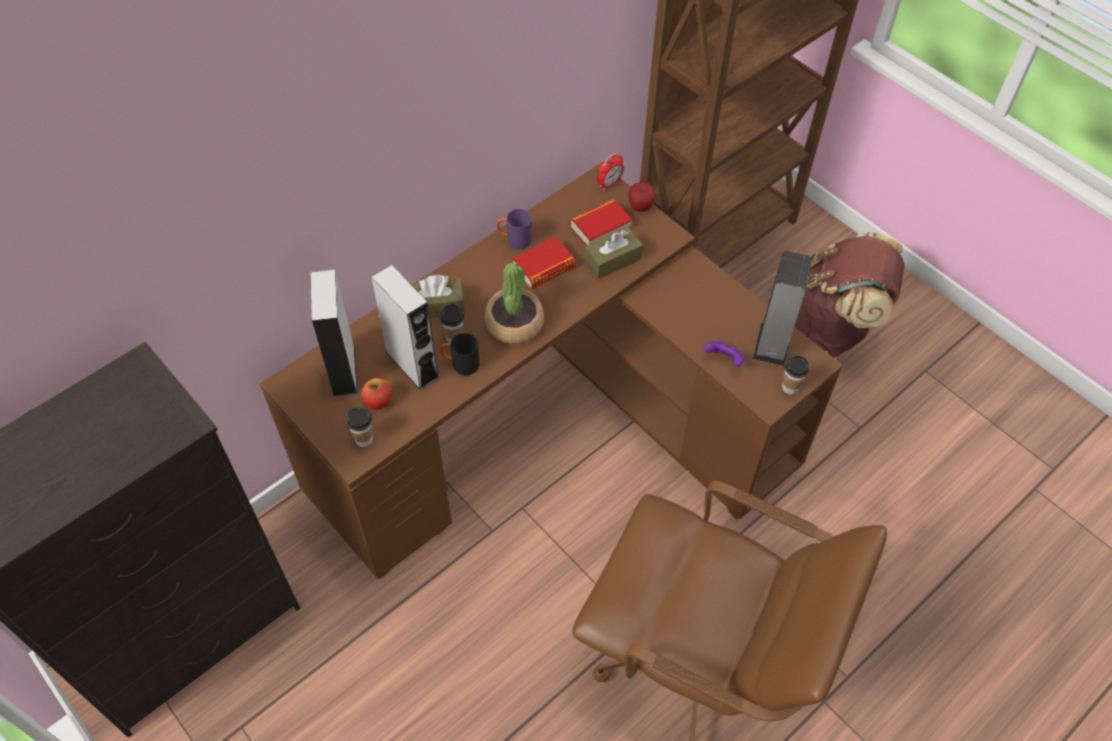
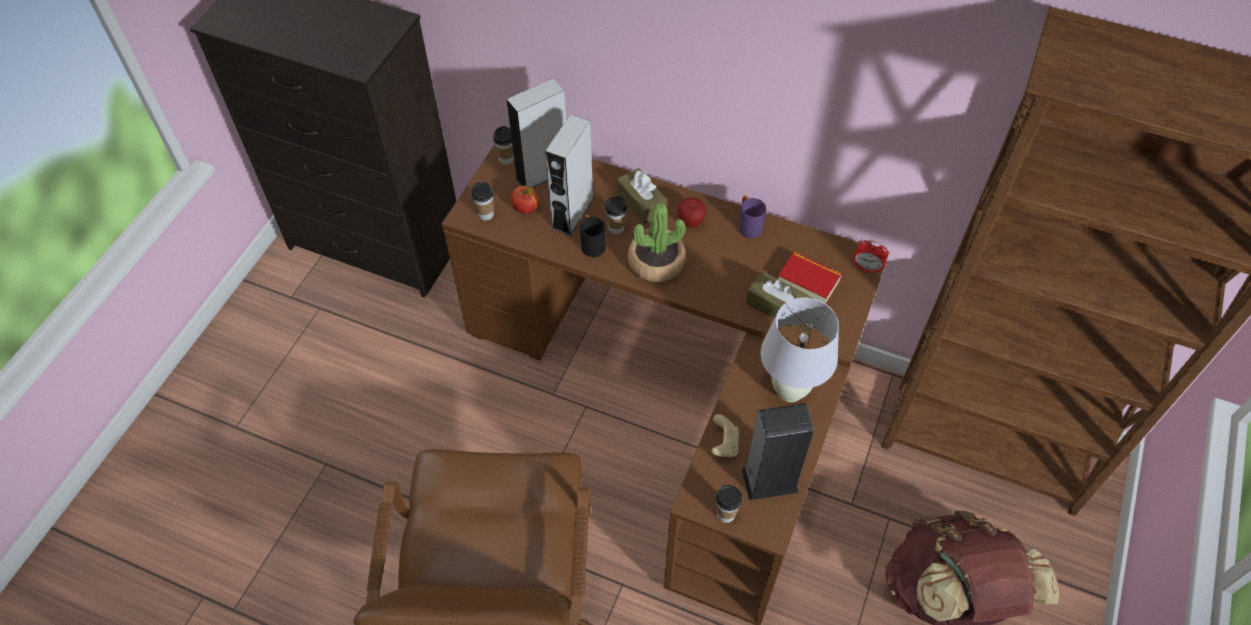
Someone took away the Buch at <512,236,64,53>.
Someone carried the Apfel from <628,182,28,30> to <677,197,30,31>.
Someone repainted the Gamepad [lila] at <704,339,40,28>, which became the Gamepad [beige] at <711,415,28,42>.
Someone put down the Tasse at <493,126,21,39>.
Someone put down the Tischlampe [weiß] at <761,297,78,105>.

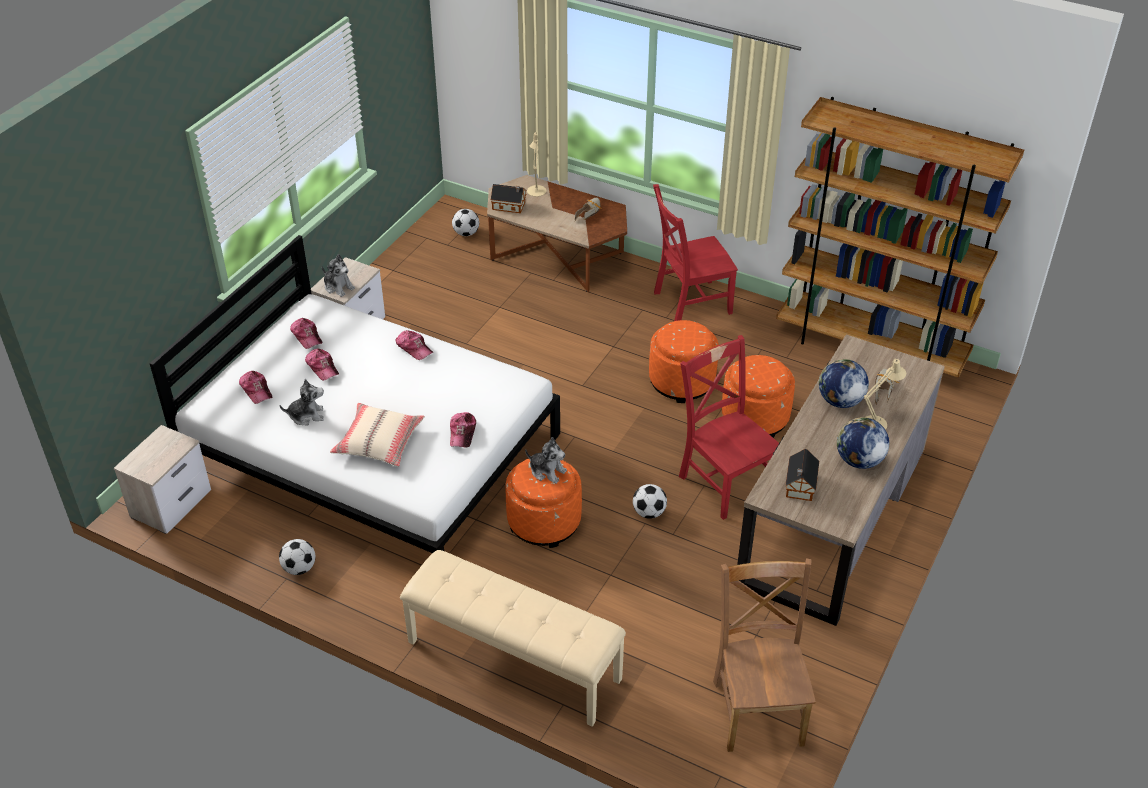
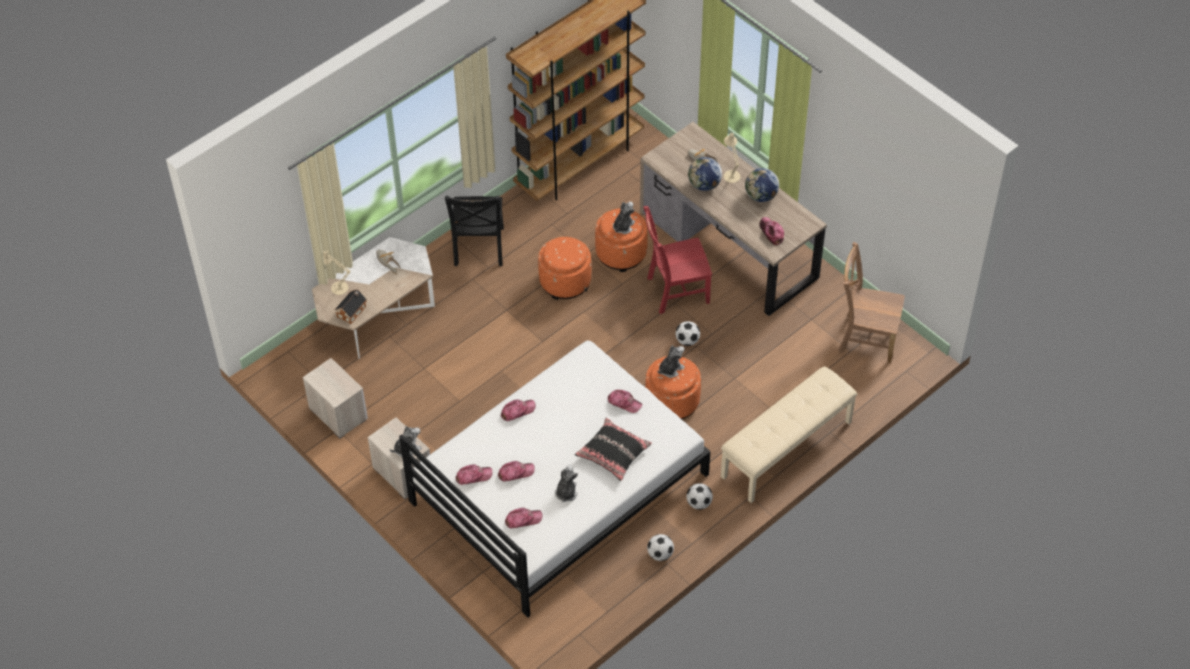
Someone carried the Nachttisch from <114,425,97,109> to <303,358,65,80>.
Someone repainted the Kissen [beige] at <330,403,95,64>, which became the Kissen [schwarz] at <575,418,77,63>.
Someone carried the Fußball from <452,209,27,27> to <686,483,27,27>.
Someone repainted the Couchtisch [braun] at <487,175,140,117>, which became the Couchtisch [weiß] at <312,237,123,122>.
Someone repainted the Stuhl [rot] at <653,184,85,137>, which became the Stuhl [schwarz] at <445,196,59,70>.
Someone swapped the Spielzeughaus at <785,449,34,52> for the Kappe at <760,217,24,28>.
Someone put down the Plüschtier at <613,202,22,32>.

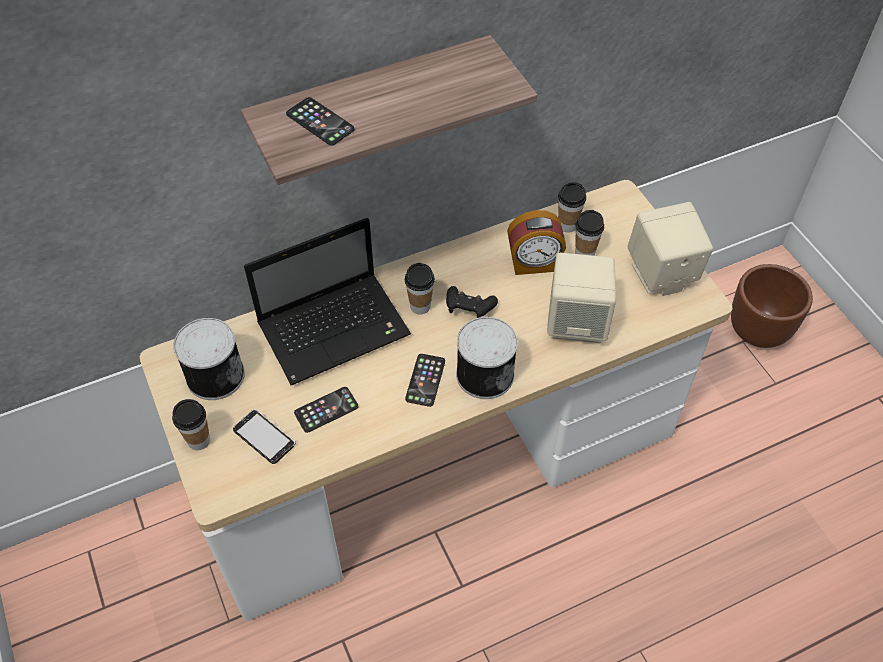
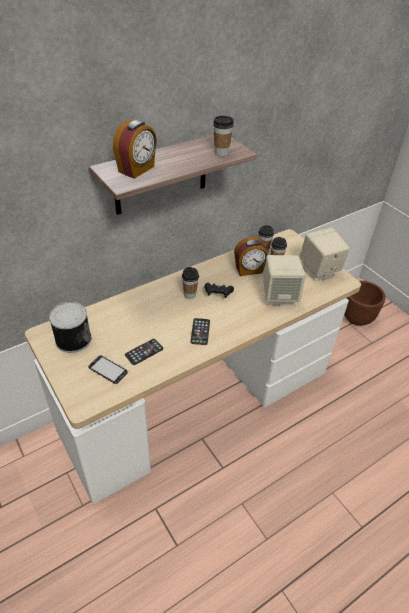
Someone carried the Tasse from <172,399,38,51> to <213,116,21,40>.
Someone took away the Laptop at <244,218,167,167>.
Someone swapped the Handy at <286,97,69,49> for the Wecker at <113,120,44,59>.
Someone took away the Dose at <456,317,62,82>.

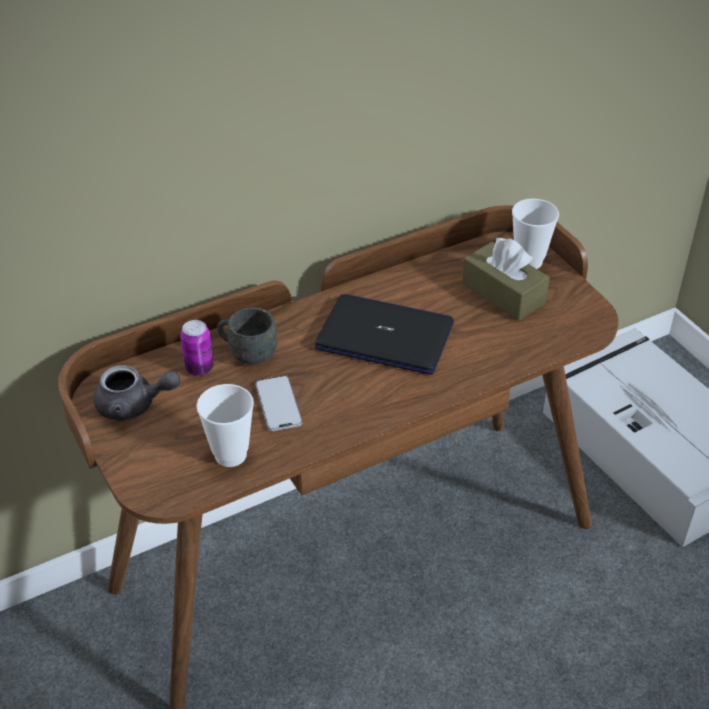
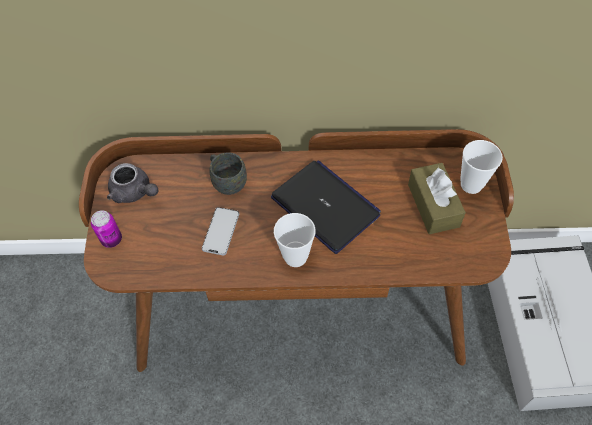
Someone carried the Dose from <180,320,33,56> to <91,210,31,38>.
Someone carried the Tasse from <196,384,58,83> to <274,213,42,54>.

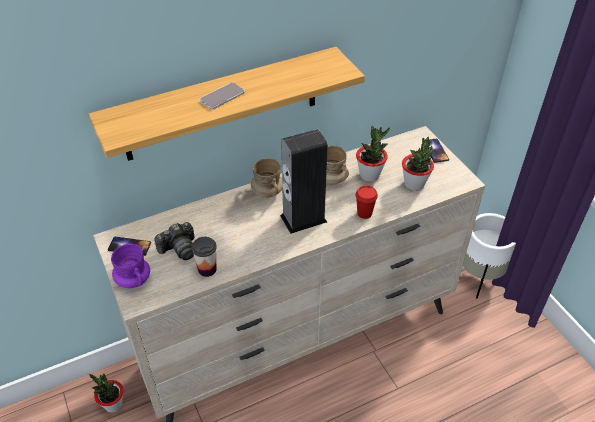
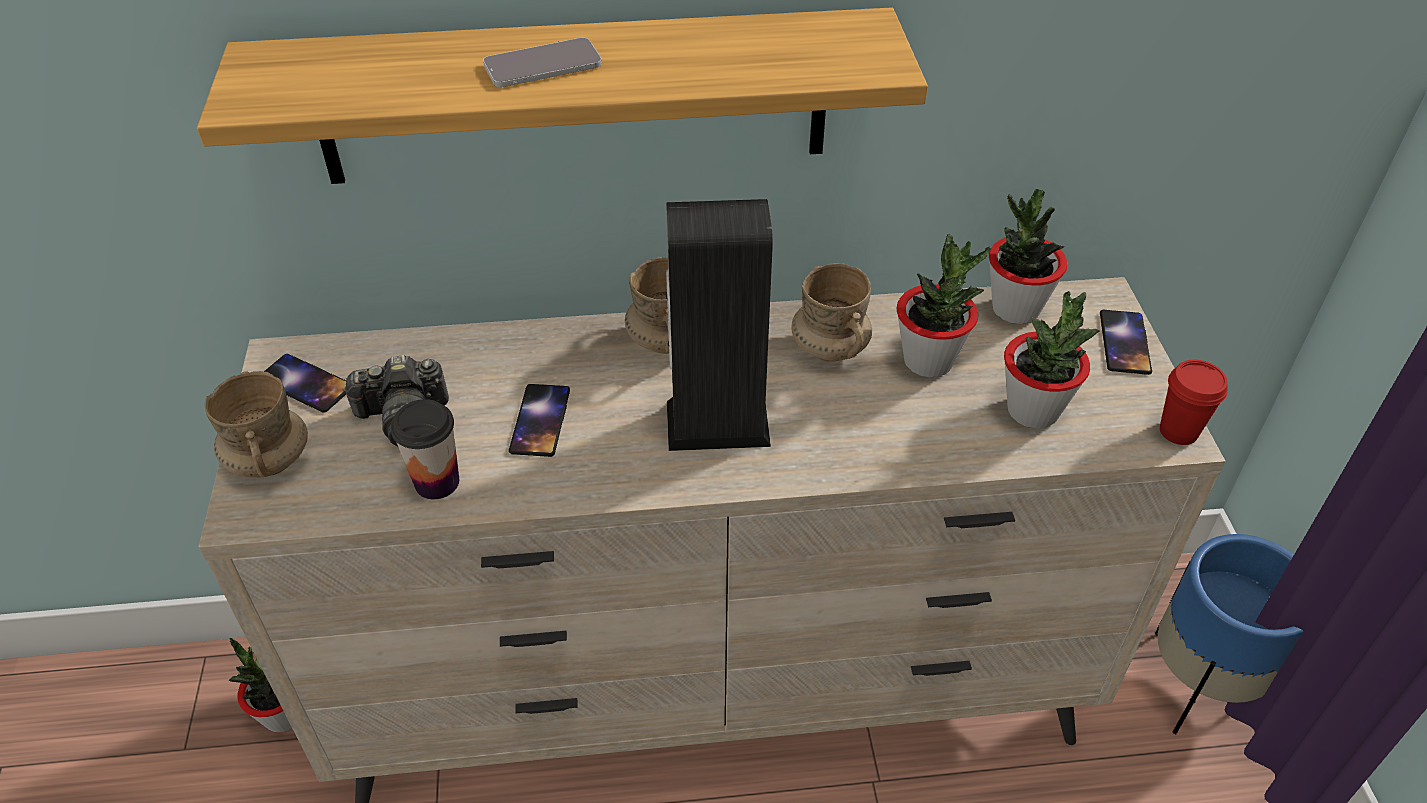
Someone repainted the Henkelbecher [lila] at <111,243,39,45>, which became the Henkelbecher [beige] at <204,371,104,107>.
Someone carried the Tasse [rot] from <356,185,22,34> to <1160,360,68,85>.
Someone repainted the Pflanzkübel [weiß] at <463,213,53,85>, which became the Pflanzkübel [blau] at <1155,534,149,200>.
Someone put down the Handy at <509,384,61,73>.
Someone put down the Topfpflanze at <989,188,78,136>.

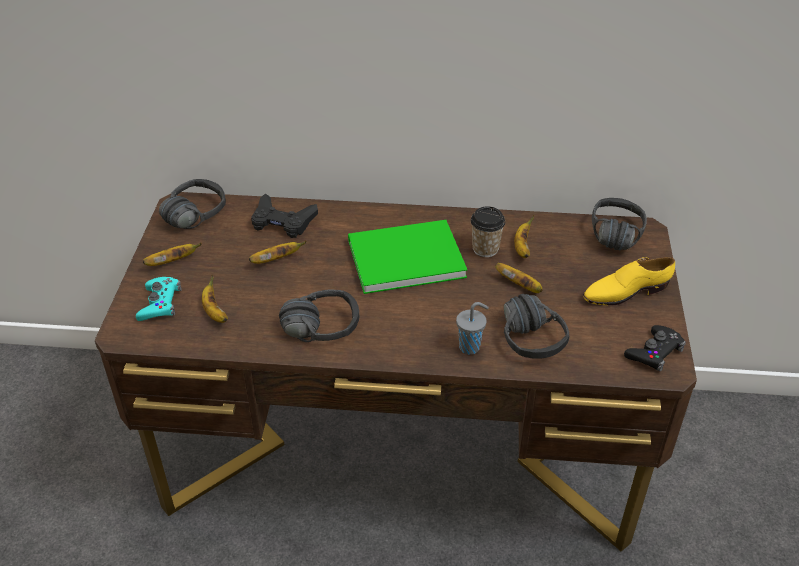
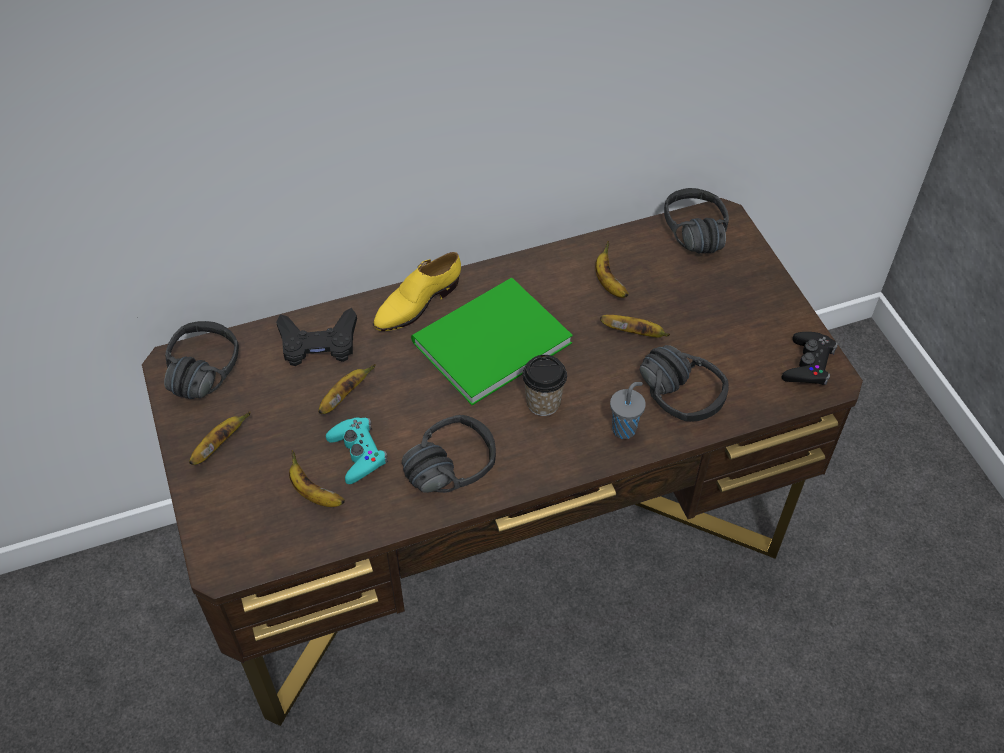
Someone carried the Gamepad [türkis] from <136,277,46,44> to <326,418,62,66>.
Someone carried the Tasse from <471,206,34,51> to <522,355,45,61>.
Someone carried the Schuh [gelb] from <583,257,92,48> to <373,252,88,79>.

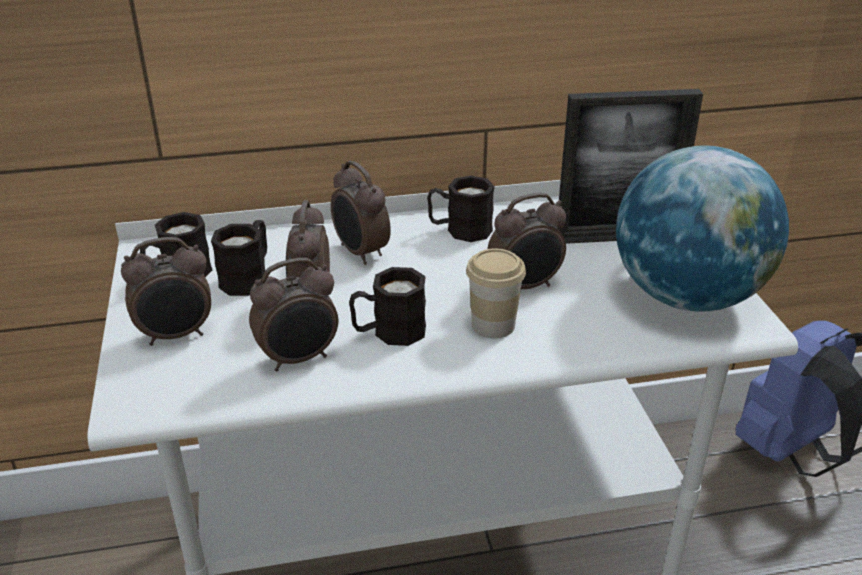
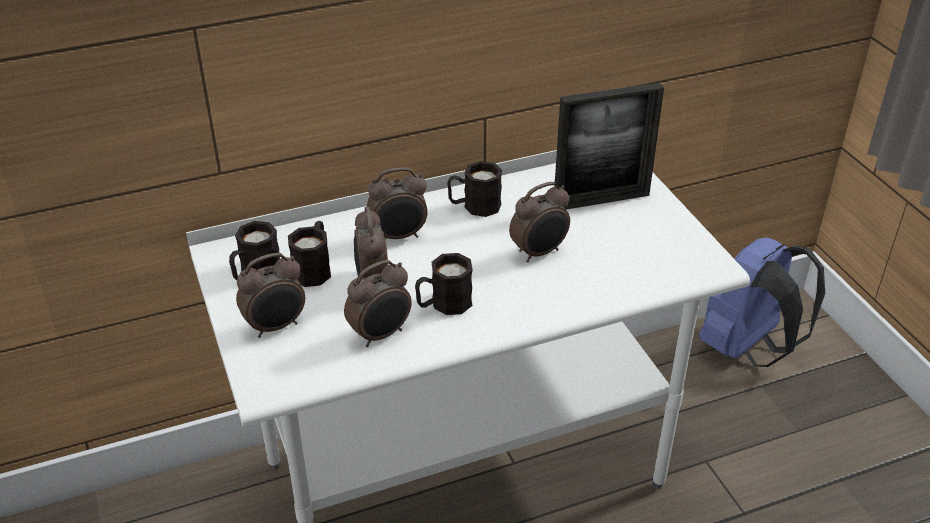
Someone rotated the Wecker at <331,161,60,104> by 60 degrees counterclockwise.
Someone took away the Tasse at <466,248,60,90>.
Someone took away the Globus at <616,145,173,167>.

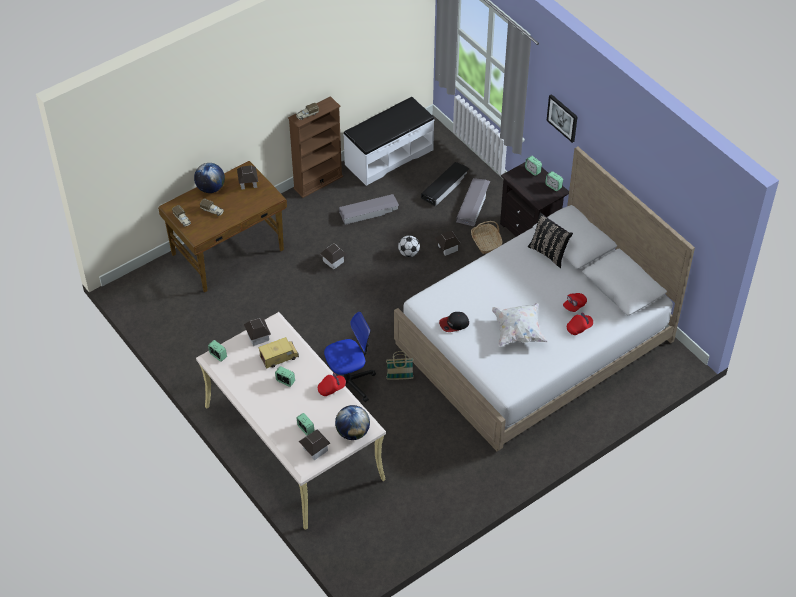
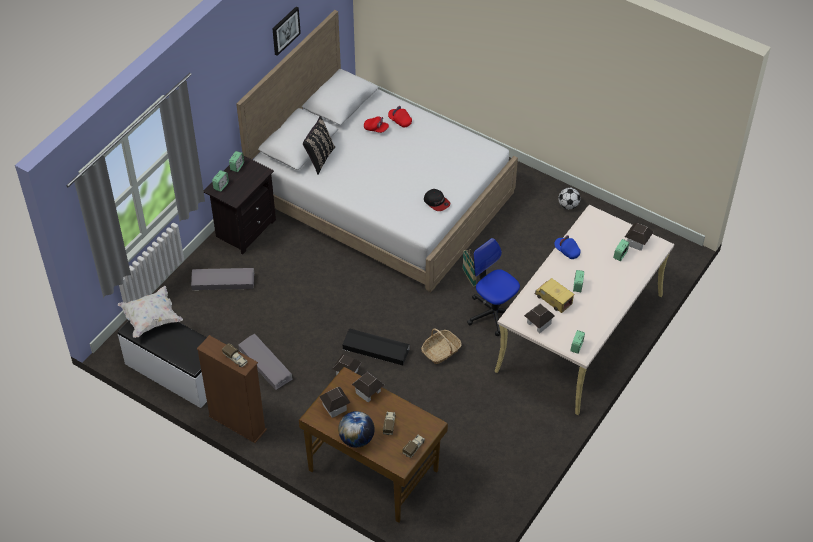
Someone repainted the Kappe [rot] at <318,373,28,23>, which became the Kappe [blau] at <554,235,27,24>.
Someone took away the Globus at <335,405,35,35>.
Someone carried the Fußball from <398,235,22,22> to <558,187,22,22>.
Someone carried the Aufbewahrungsbox [schwarz] from <421,162,48,45> to <343,328,67,37>.
Someone carried the Spielzeughaus from <435,231,26,25> to <352,372,32,30>.
Someone carried the Korb from <471,221,31,33> to <421,328,41,36>.
Someone carried the Kissen [weiß] from <492,303,56,44> to <118,286,65,52>.
Someone carried the Bild from <546,94,32,49> to <272,7,29,49>.

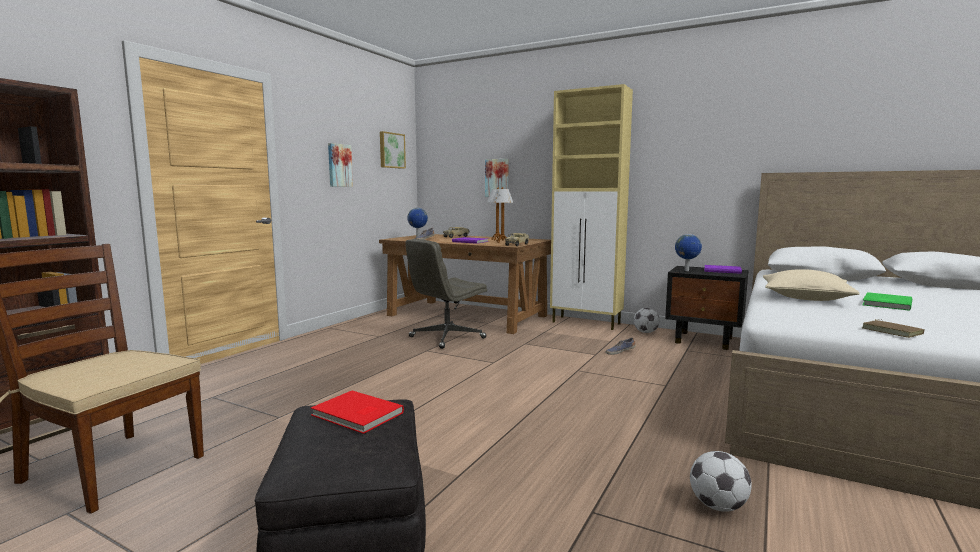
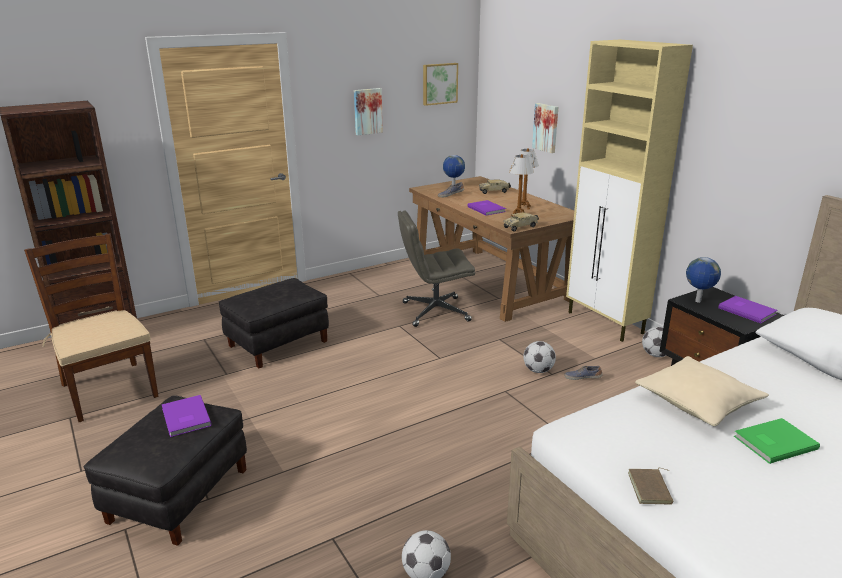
Someone repainted the Buch [rot] at <311,391,93,43>, which became the Buch [lila] at <162,395,50,42>.
Someone put down the Polsterhocker [schwarz] at <219,278,110,90>.
Someone put down the Fußball at <523,341,33,32>.

